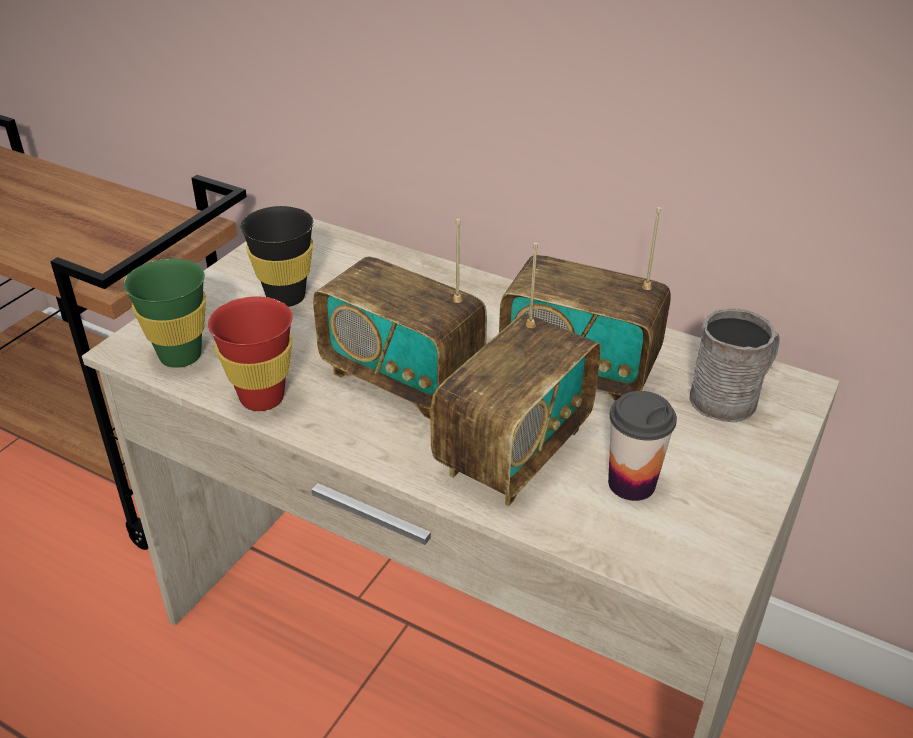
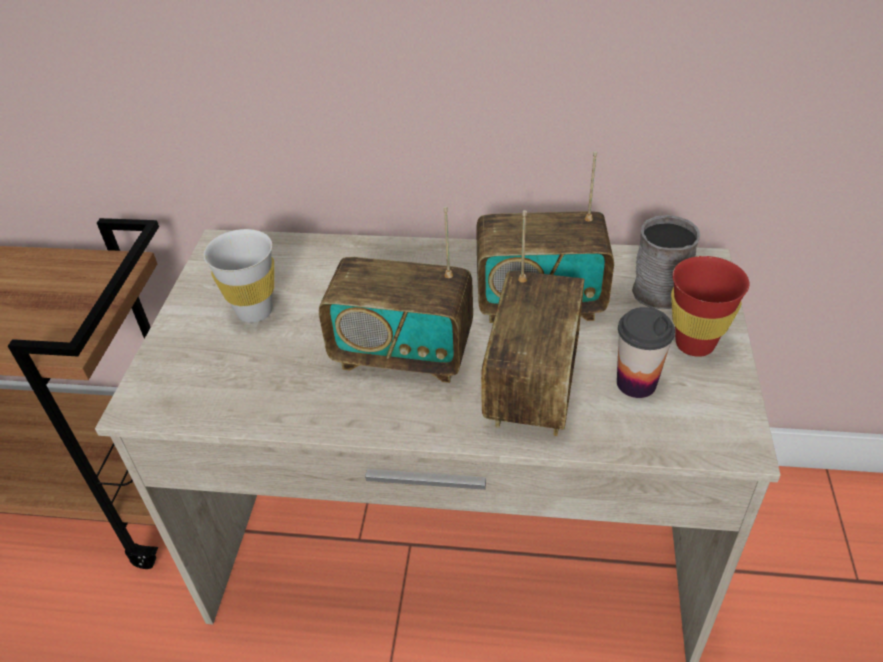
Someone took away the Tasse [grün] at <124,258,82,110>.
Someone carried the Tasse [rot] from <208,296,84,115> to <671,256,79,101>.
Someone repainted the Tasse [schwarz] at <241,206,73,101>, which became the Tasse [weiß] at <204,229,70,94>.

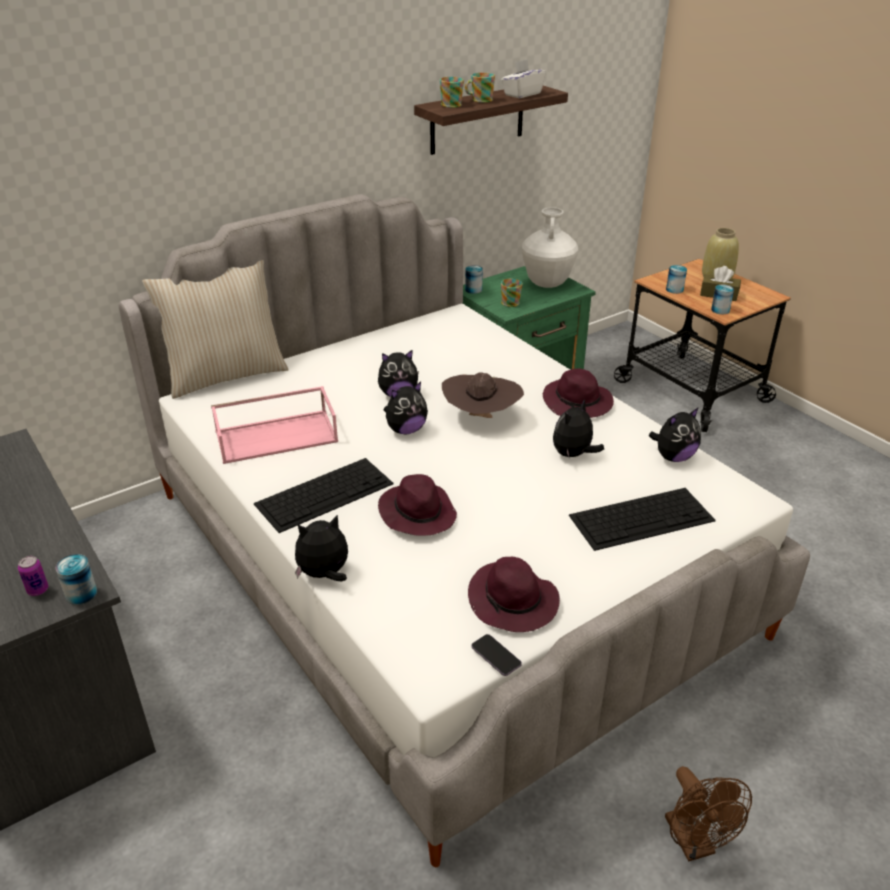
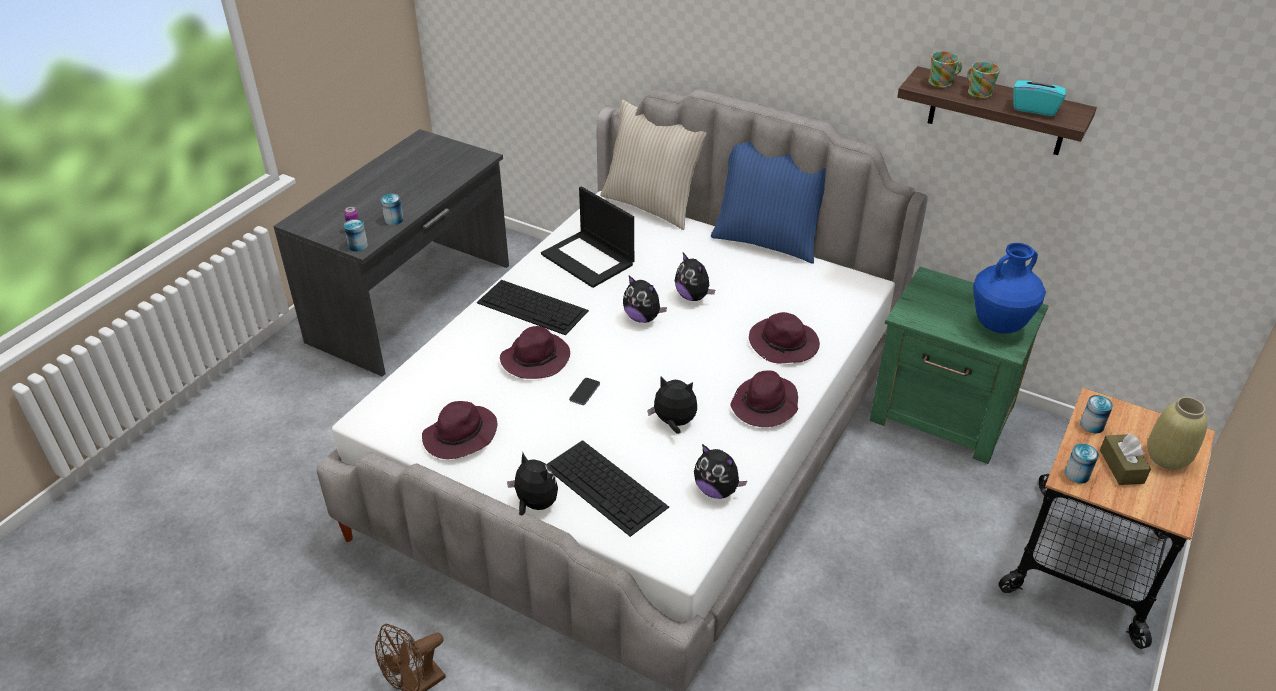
Someone swapped the Tablett [rosa] at <211,386,127,78> for the Laptop at <541,186,93,102>.
Someone carried the Plüschtier from <295,515,53,67> to <507,453,51,62>.
Someone took away the Hut [braun] at <442,372,82,46>.
Someone carried the Dose from <465,265,18,29> to <381,194,23,31>.
Someone carried the Handy from <471,634,51,42> to <569,378,31,27>.
Someone repainted the Taschentuchbox [weiß] at <501,59,45,39>, which became the Taschentuchbox [türkis] at <1013,69,53,47>.
Someone took away the Henkelbecher at <501,279,22,28>.
Someone repainted the Vase [weiß] at <522,207,56,81>, which became the Vase [blau] at <973,243,73,91>.
Someone put down the Kissen [blau] at <711,142,115,122>.
Someone put down the Hut [lila] at <749,312,71,51>.

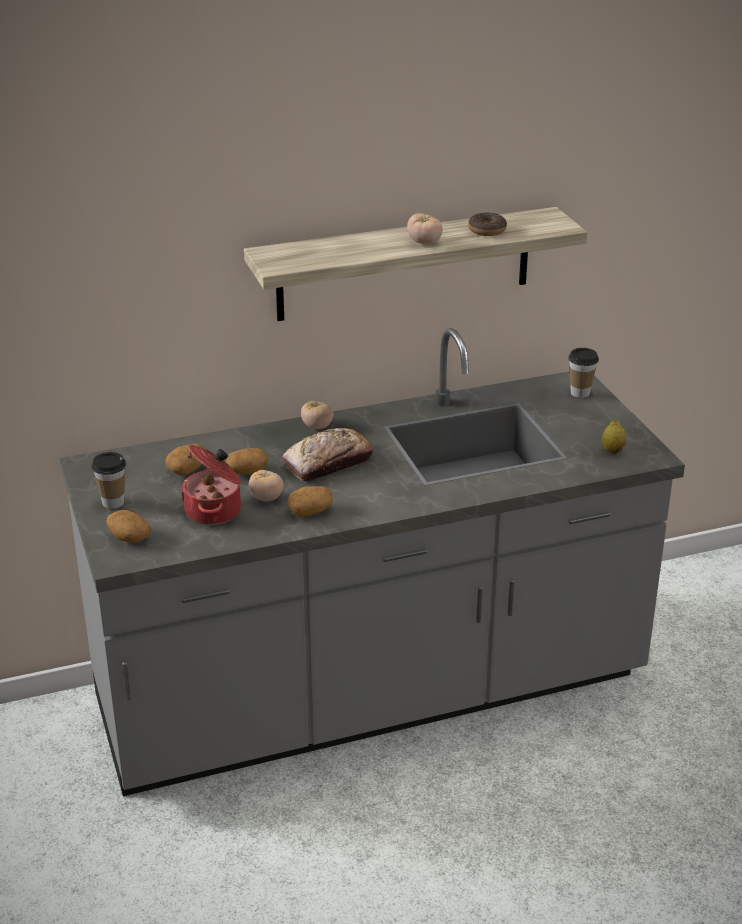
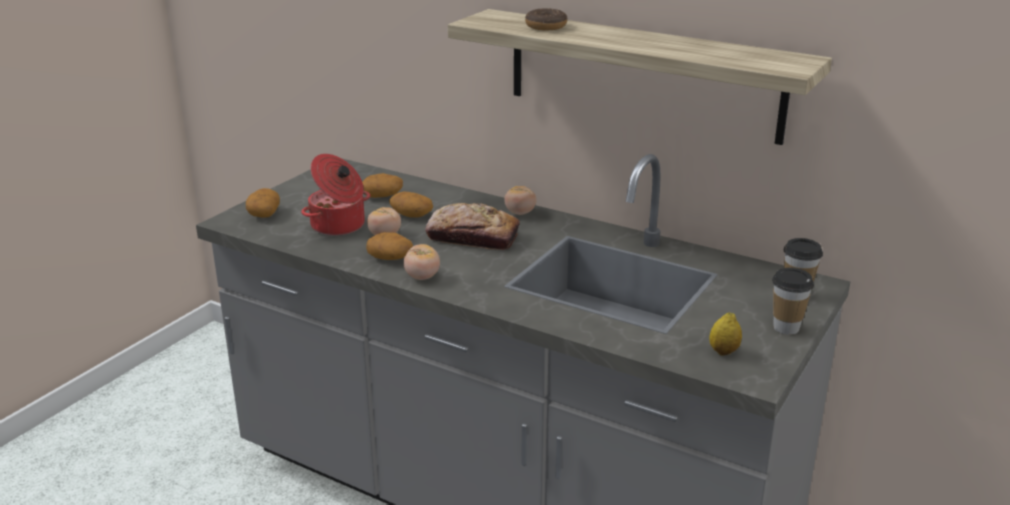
Someone carried the Tasse from <91,452,35,57> to <772,268,42,67>.
Someone carried the Tomate from <407,213,36,31> to <403,244,37,36>.
Someone carried the Donut from <468,212,39,24> to <525,8,42,22>.

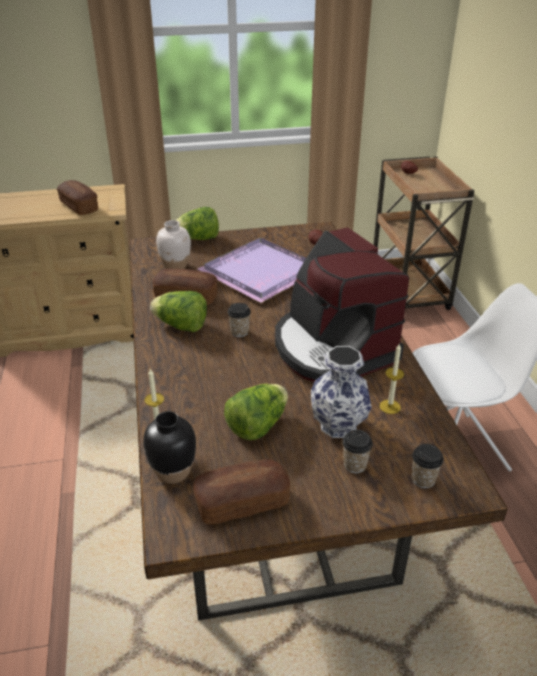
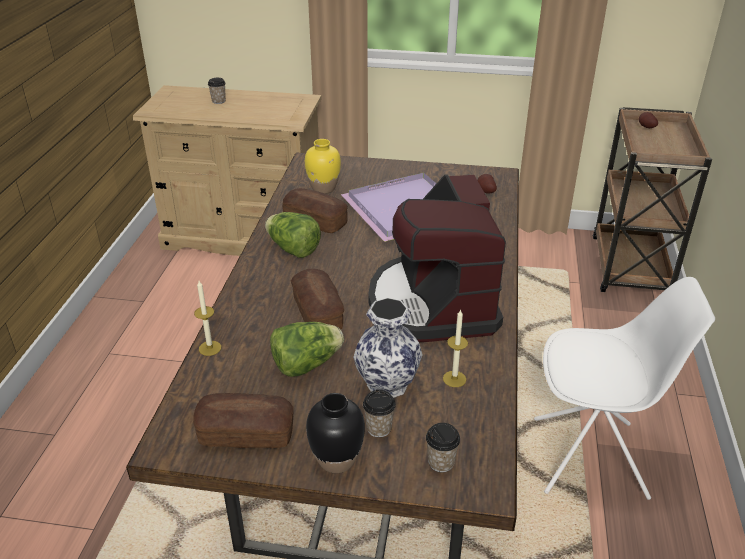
Someone carried the Brot from <57,180,41,35> to <291,269,53,60>.
Someone carried the Vase [schwarz] from <143,411,53,73> to <306,393,59,81>.
Someone repainted the Vase [weiß] at <156,220,35,49>, which became the Vase [gelb] at <305,139,36,55>.
Someone took away the Salatkopf at <176,207,43,33>.
Someone carried the Tasse from <227,303,24,34> to <208,78,18,26>.

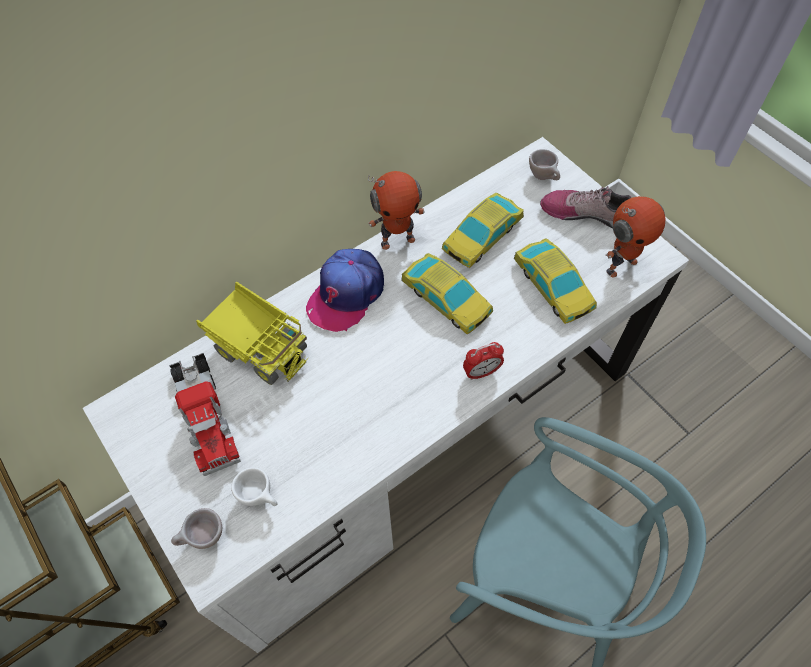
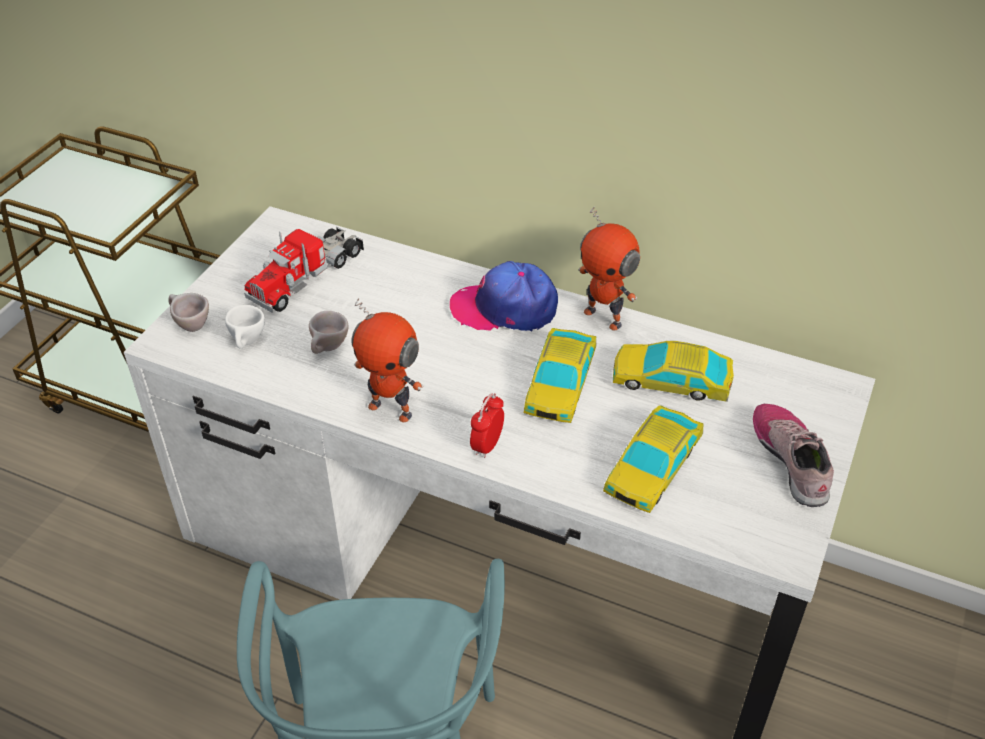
Someone took away the Spielzeuglaster at <196,282,113,103>.
Someone rotated the Wecker at <463,342,41,38> by 75 degrees clockwise.
Someone carried the Tasse [beige] from <529,149,31,31> to <309,311,39,43>.
Someone carried the Spielzeugroboter from <606,196,60,82> to <351,298,72,124>.

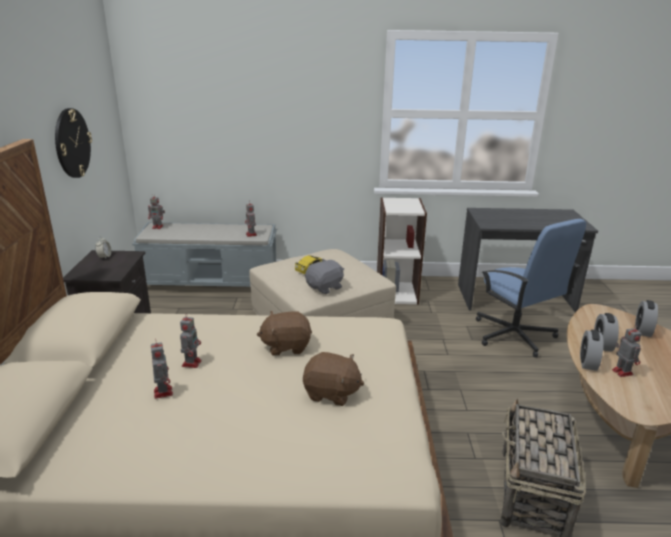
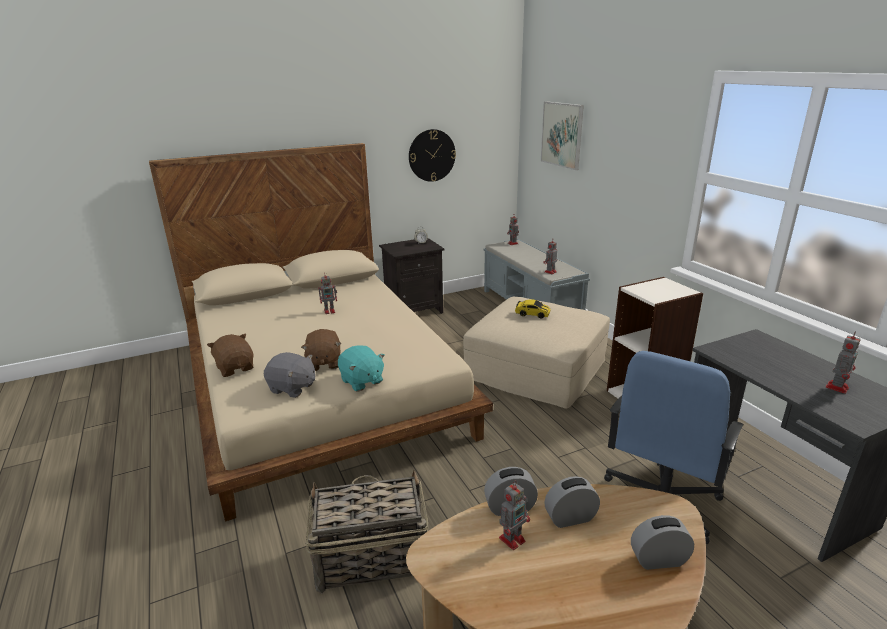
Someone carried the Spielzeugroboter from <151,343,22,56> to <826,331,35,63>.
Someone carried the Plüschtier [braun] from <257,311,55,45> to <207,334,46,43>.
Someone carried the Plüschtier [grau] from <305,259,39,35> to <264,352,51,46>.
Someone put down the Plüschtier [türkis] at <338,345,47,46>.
Someone put up the Bild at <541,101,43,69>.

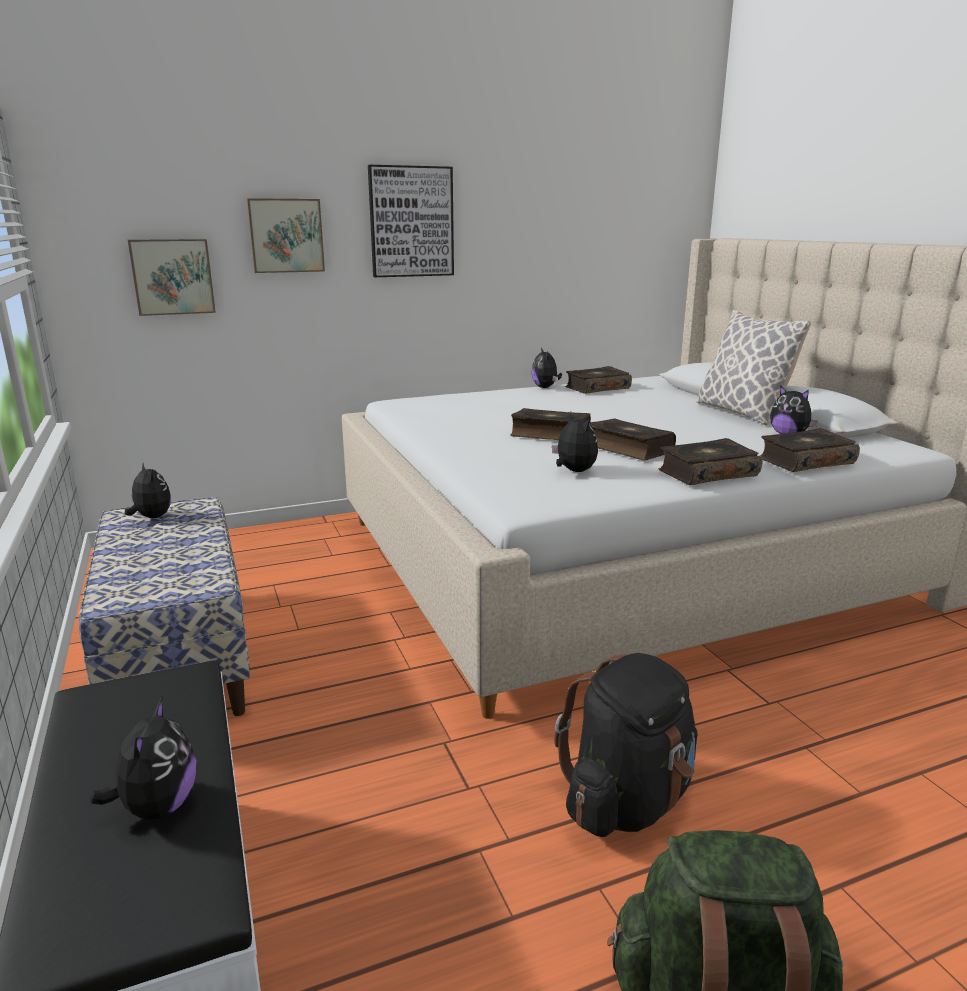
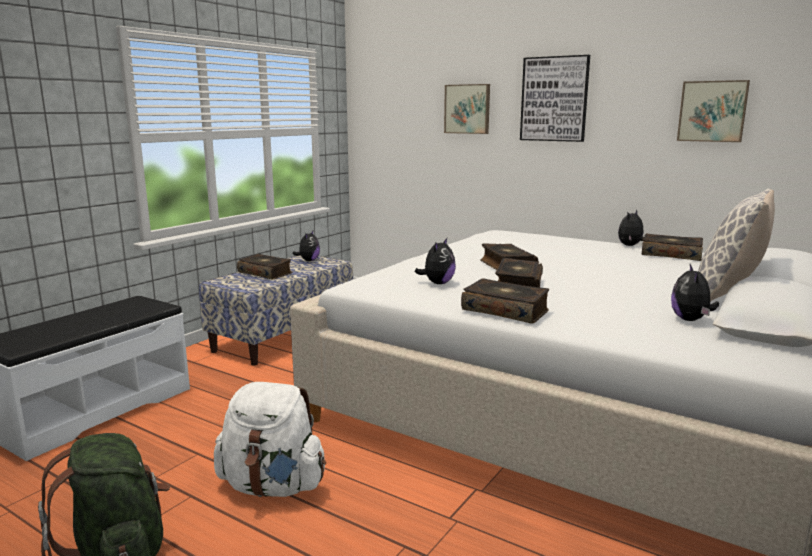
Someone took away the Plüschtier at <90,697,107,123>.
Someone carried the Bild from <128,239,88,77> to <677,80,73,62>.
Someone repainted the Rucksack [schwarz] at <554,653,144,184>, which became the Rucksack [weiß] at <214,382,112,115>.
Someone carried the Buch from <761,428,99,44> to <237,254,56,26>.

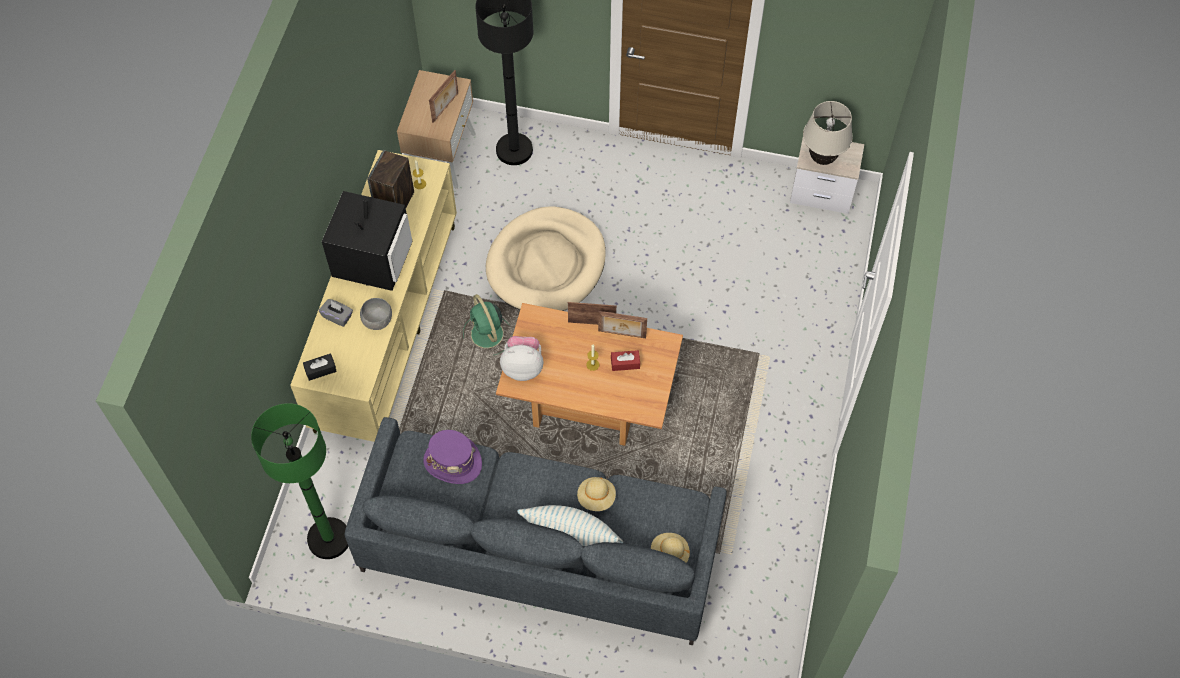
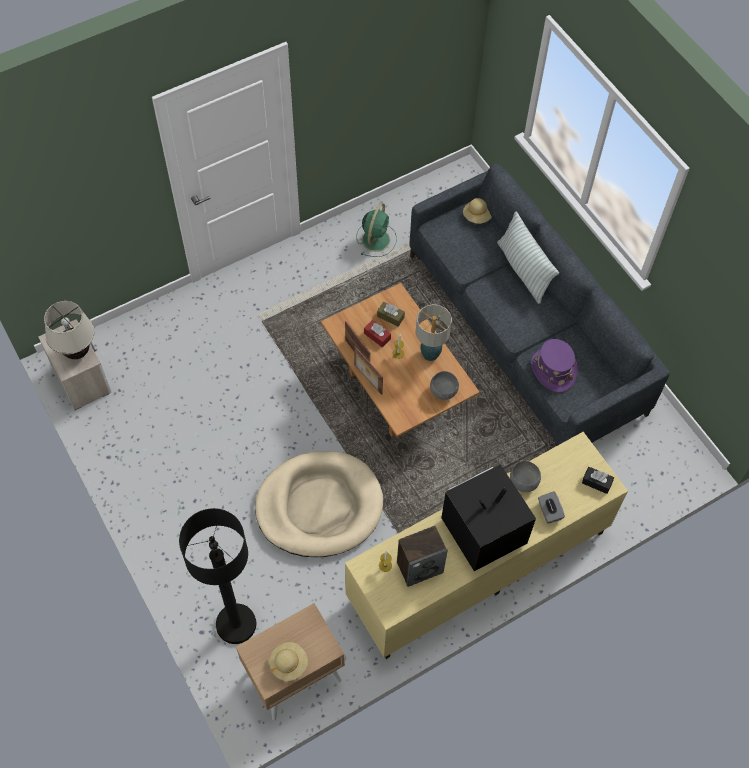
Someone took away the Stehlampe [grün] at <251,403,97,156>.
Someone took away the Bilderrahmen at <429,70,29,53>.
Someone carried the Ventilator [grün] from <463,294,47,61> to <356,203,41,54>.
Someone swapped the Plüschtier at <500,336,44,45> for the Schüssel [grau] at <430,371,29,29>.
Someone carried the Hut [beige] from <577,477,39,34> to <269,642,39,39>.
Someone put down the Taschentuchbox [braun] at <377,302,28,25>.
Someone put down the Tischlampe at <415,304,37,57>.

